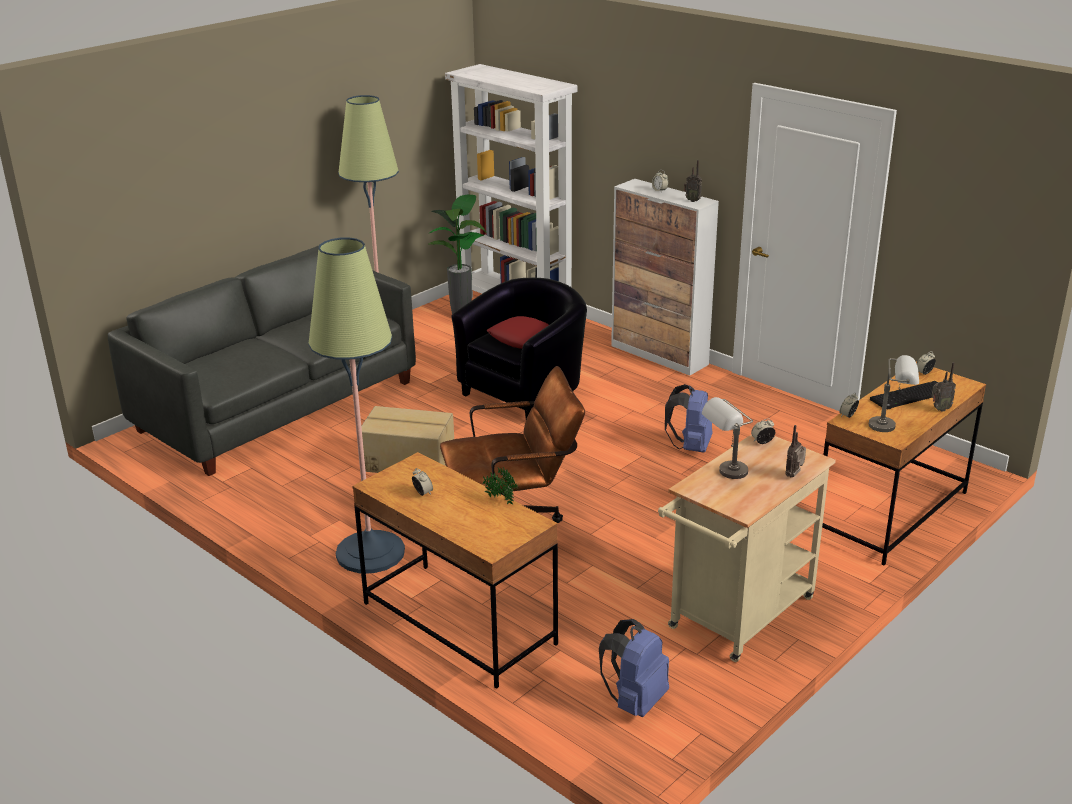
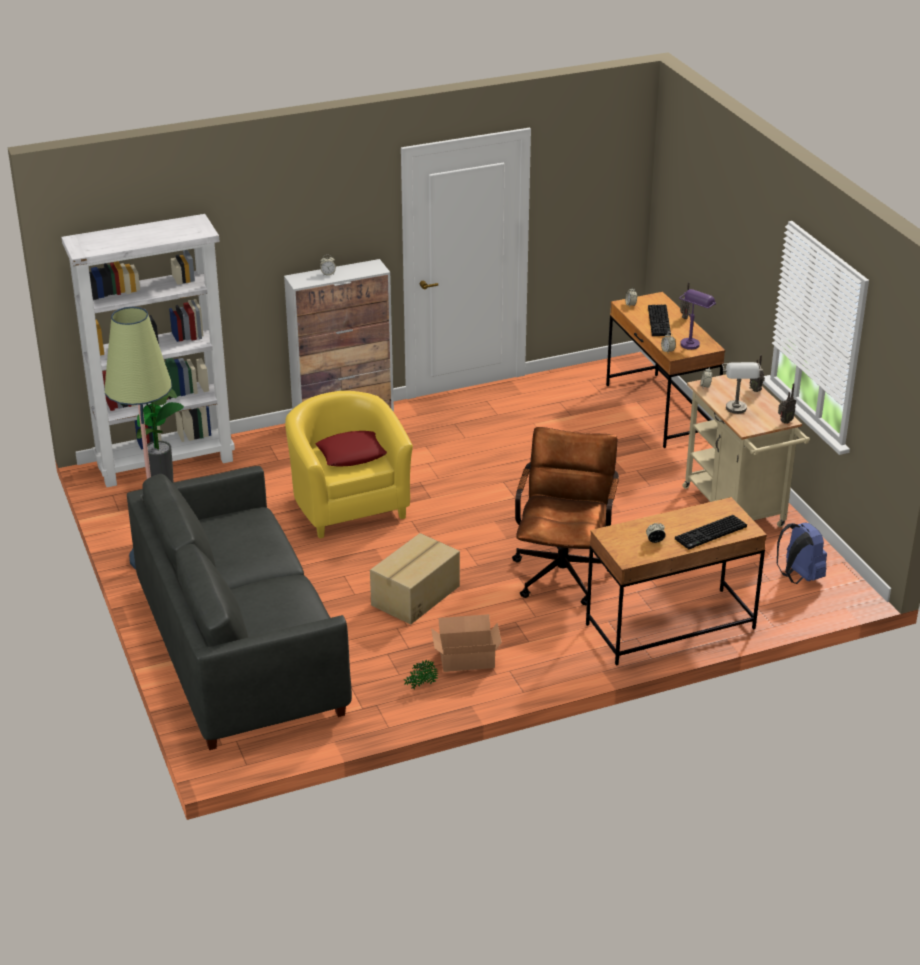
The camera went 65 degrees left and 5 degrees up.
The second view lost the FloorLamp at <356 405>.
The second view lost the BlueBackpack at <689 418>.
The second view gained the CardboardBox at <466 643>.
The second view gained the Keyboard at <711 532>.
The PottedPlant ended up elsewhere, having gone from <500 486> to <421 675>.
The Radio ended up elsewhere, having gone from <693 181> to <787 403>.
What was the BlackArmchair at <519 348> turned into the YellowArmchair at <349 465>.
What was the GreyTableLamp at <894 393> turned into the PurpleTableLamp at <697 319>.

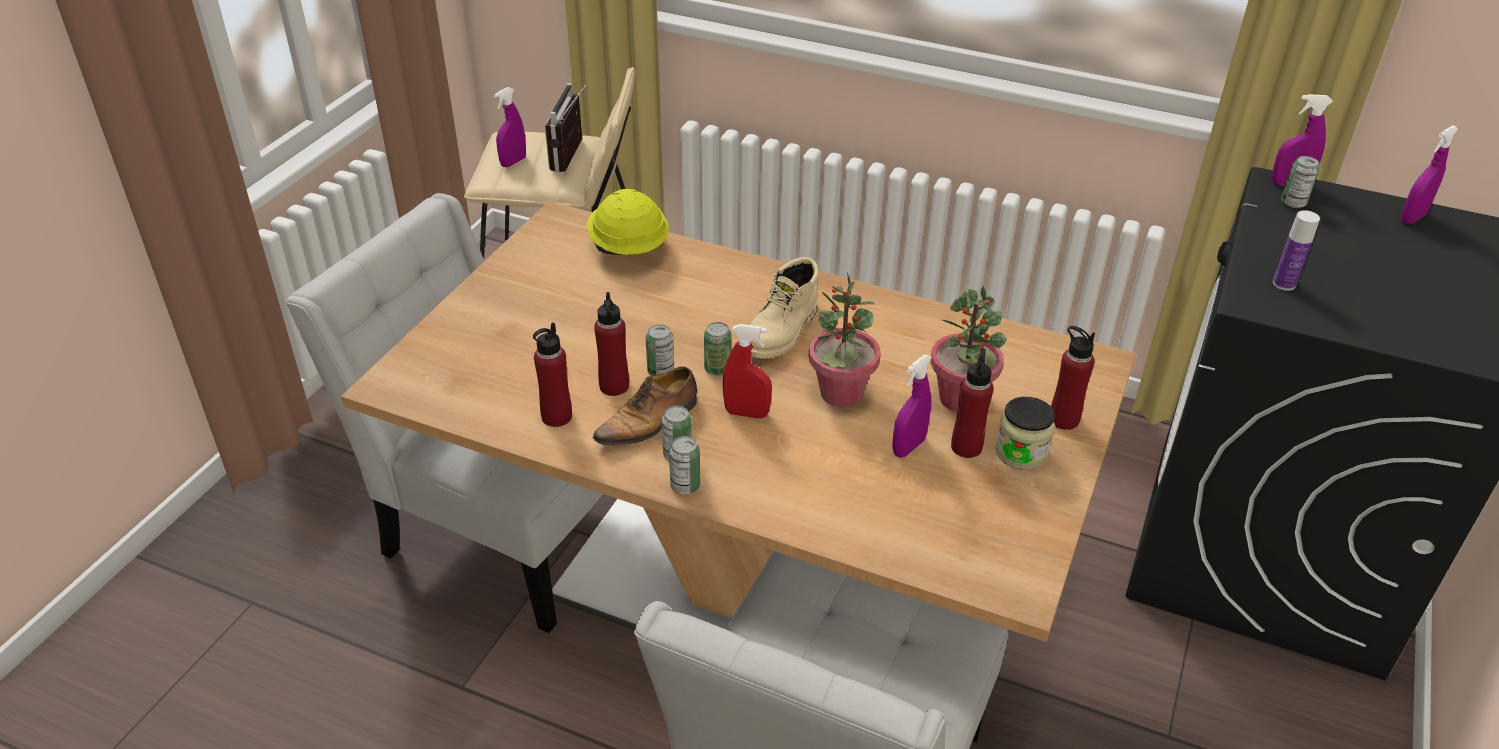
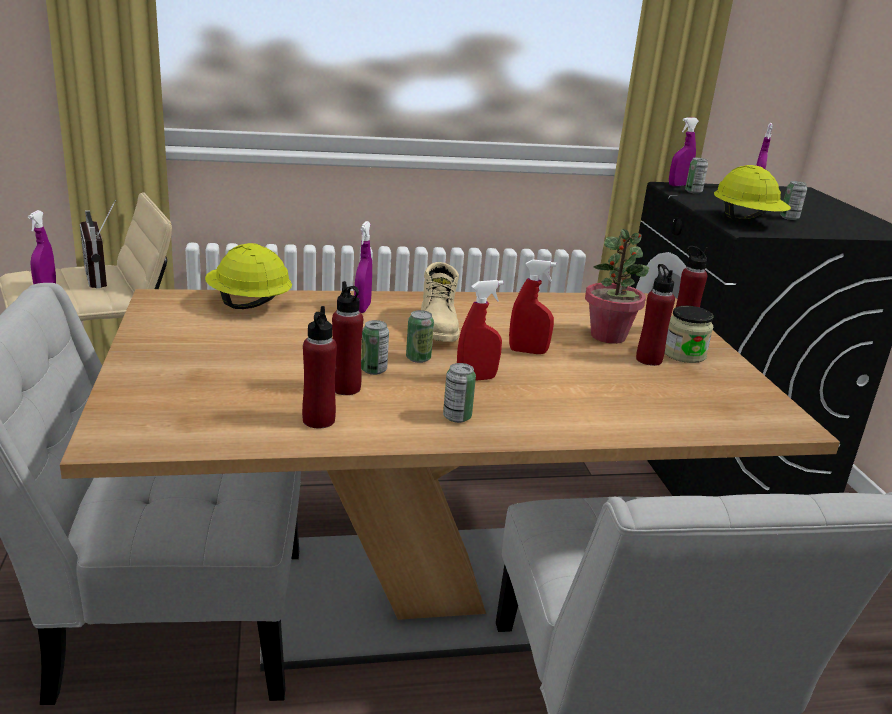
The camera went 35 degrees left and 15 degrees down.
The second view lost the Shoe at <644 409>.
The Can ended up elsewhere, having gone from <684 465> to <793 200>.
The PurpleSprayBottle ended up elsewhere, having gone from <912 406> to <363 267>.
Where the PottedPlant stood at <845 339>, the RedSprayBottle came to stand at <532 306>.
Where the Bottle stood at <1296 250>, the YellowHardHat came to stand at <752 193>.

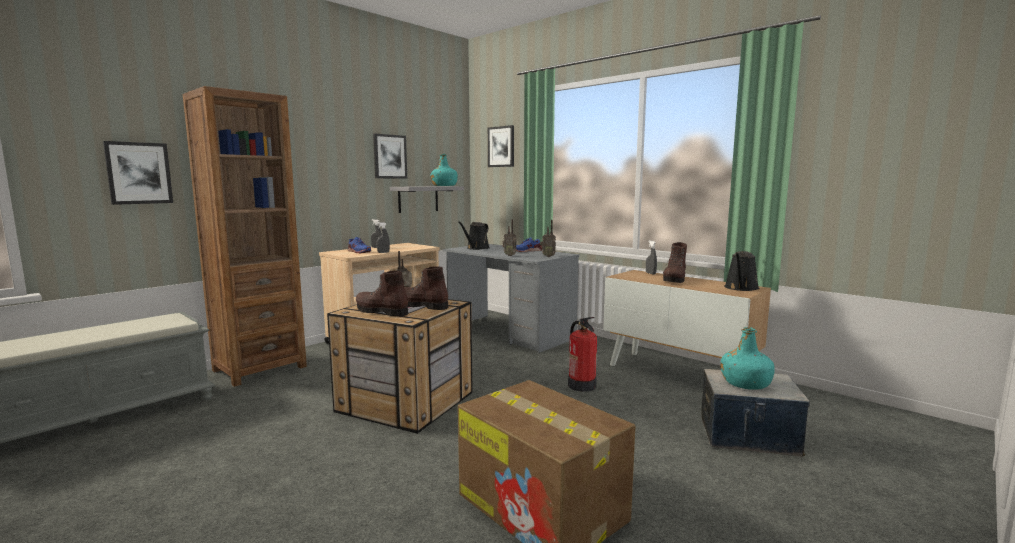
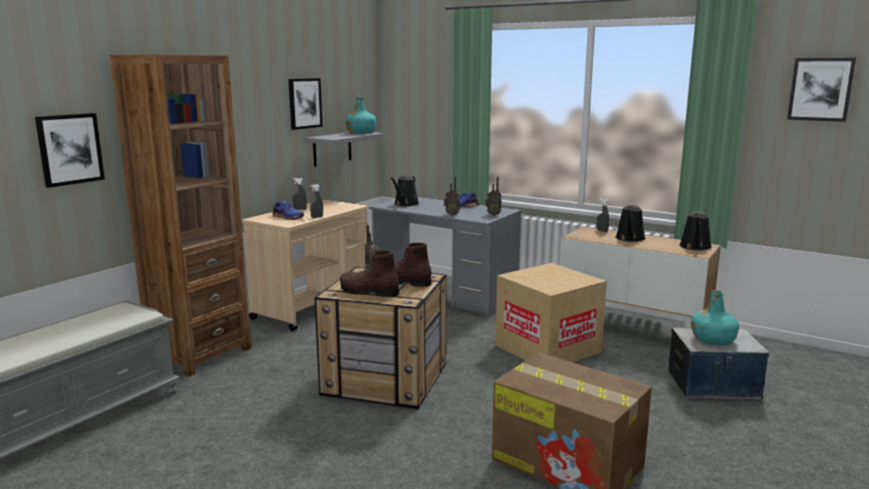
The camera went 10 degrees left and 5 degrees up.
The Picture ended up elsewhere, having gone from <501 146> to <821 90>.
Where the FireExtinguisher stood at <582 354>, the CardboardBox came to stand at <551 313>.
Where the BrownBoot stood at <675 262>, the BlackWateringCan came to stand at <630 223>.

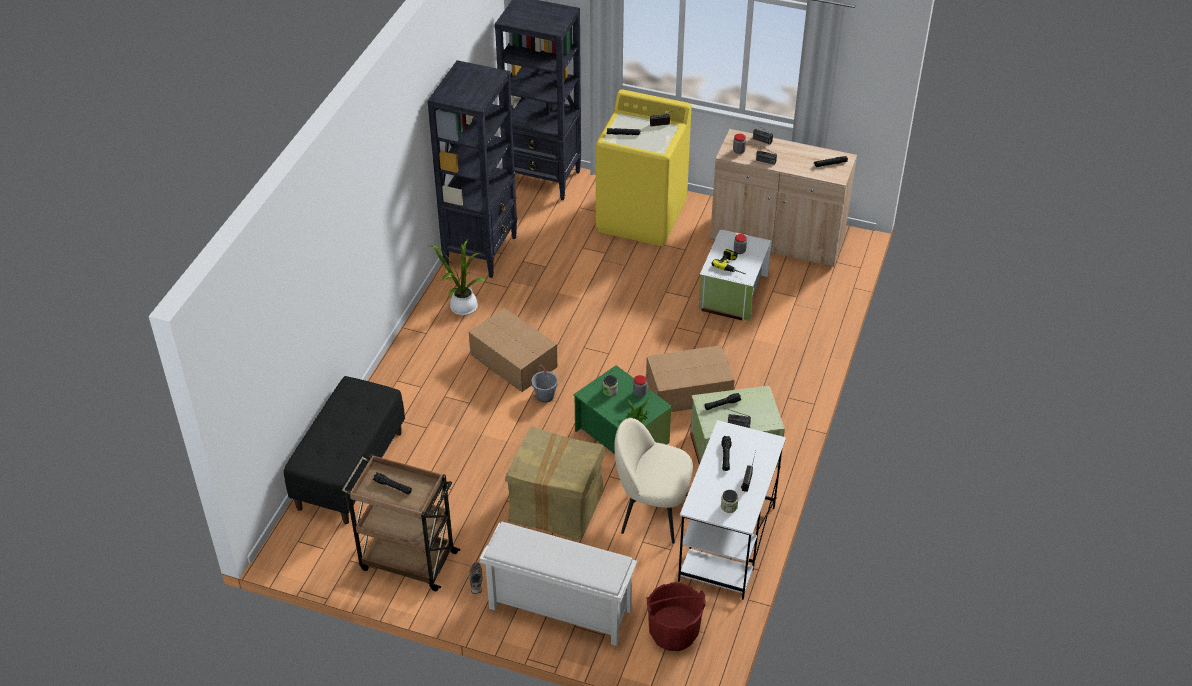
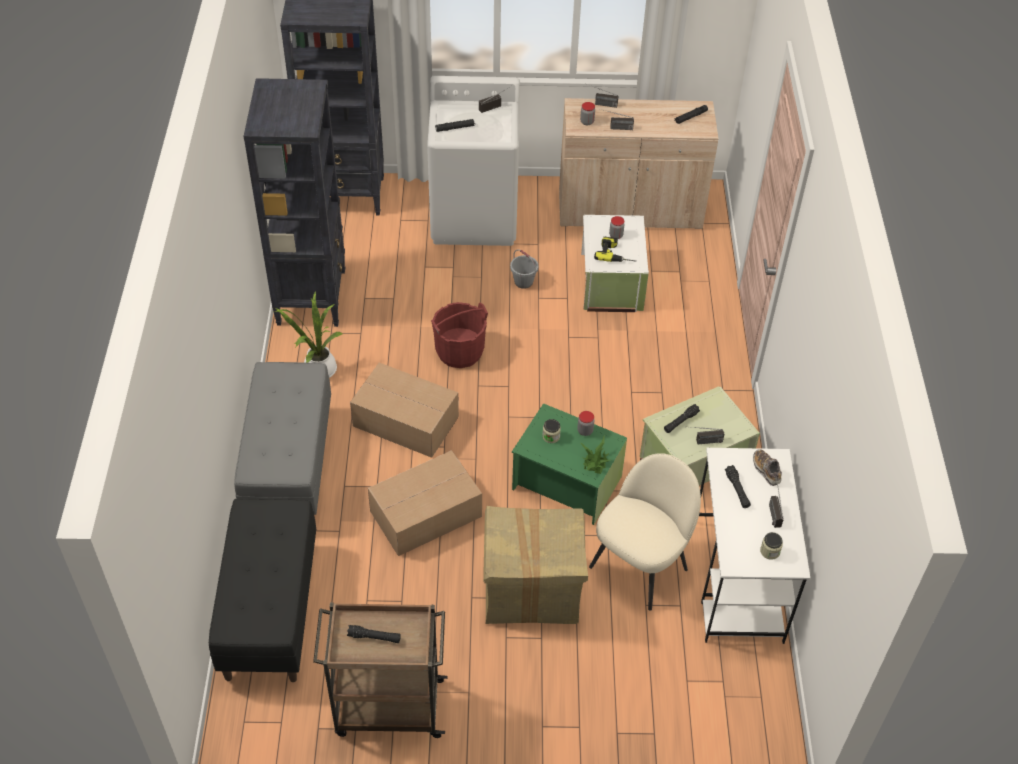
The camera went 20 degrees left and 5 degrees up.
The second view lost the WhiteShoeRack at <558 584>.
The second view gained the GreyBench at <282 438>.
The Shoe ended up elsewhere, having gone from <475 578> to <767 467>.
The GreyBucket ended up elsewhere, having gone from <545 383> to <524 269>.
The CardboardBox ended up elsewhere, having gone from <690 378> to <425 503>.
The RedBucket ended up elsewhere, having gone from <676 616> to <459 335>.
What was the YellowWashingMachine at <644 167> turned into the WhiteWashingMachine at <473 161>.
The BeigeChair at <654 481> ended up facing another way, 135 degrees clockwise from before.

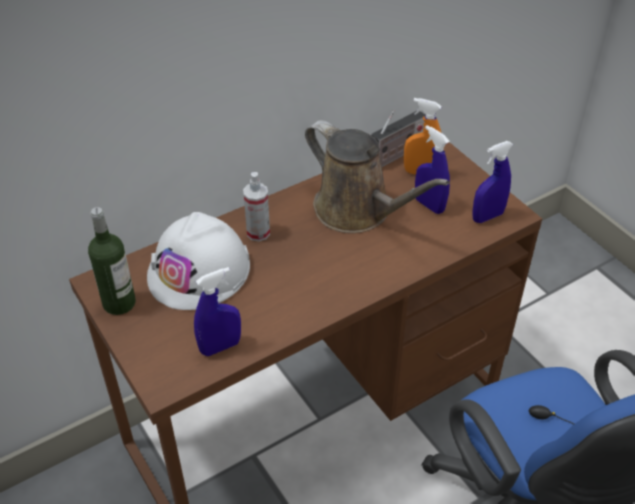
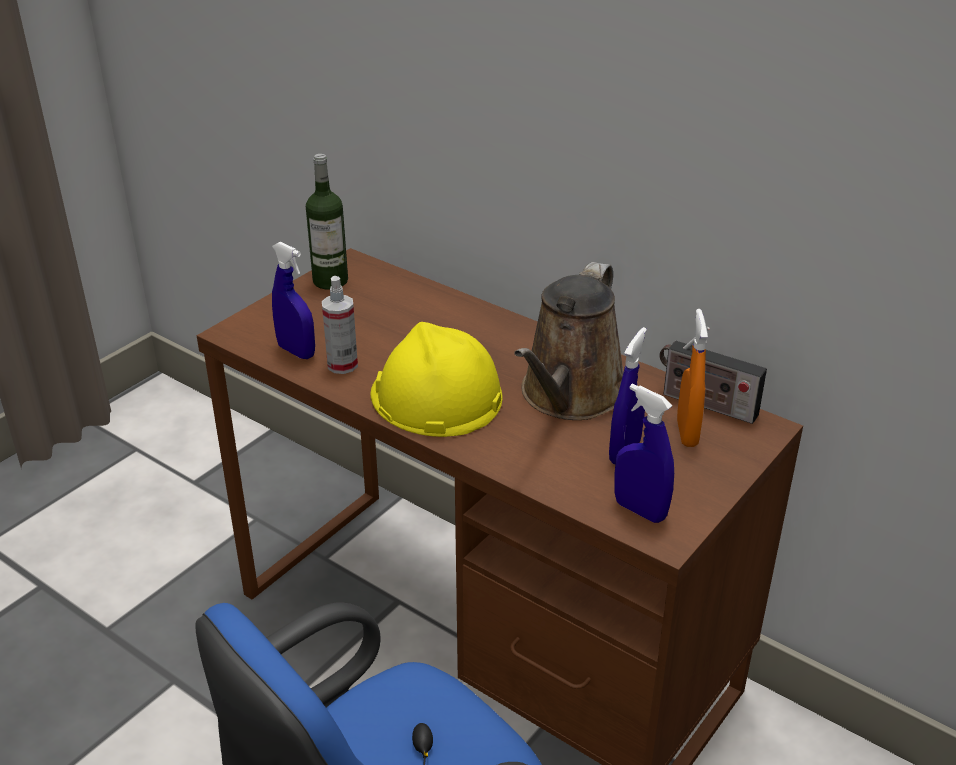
The camera went 70 degrees right and 10 degrees down.
The second view lost the WhiteHardHat at <198 261>.
The second view gained the YellowHardHat at <437 379>.
The SprayBottle ended up elsewhere, having gone from <256 206> to <340 325>.

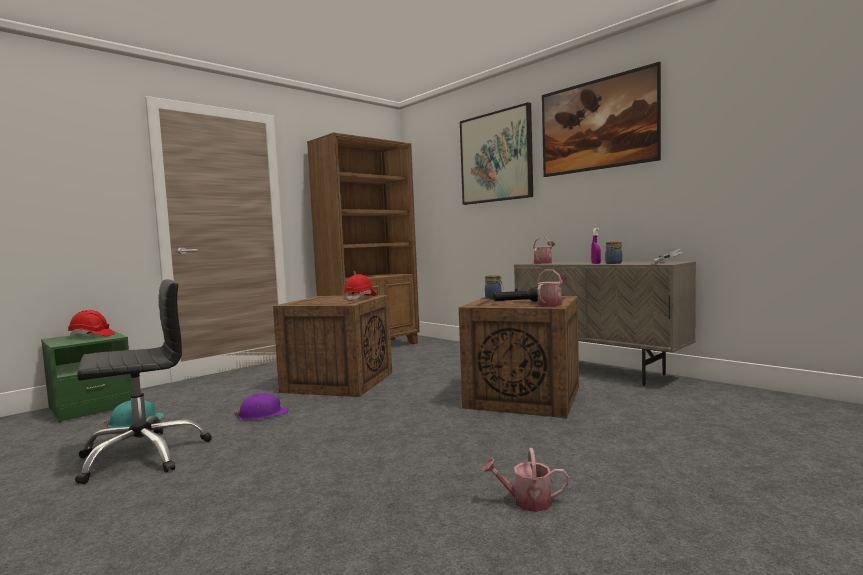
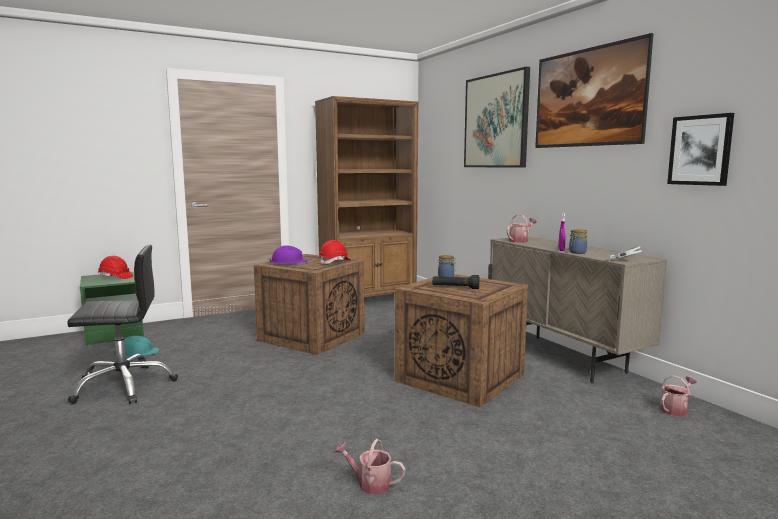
The camera went 15 degrees right and 5 degrees up.
The second view gained the Picture at <700 149>.
The PurpleHardHat ended up elsewhere, having gone from <262 406> to <288 255>.
The WateringCan ended up elsewhere, having gone from <552 288> to <678 396>.

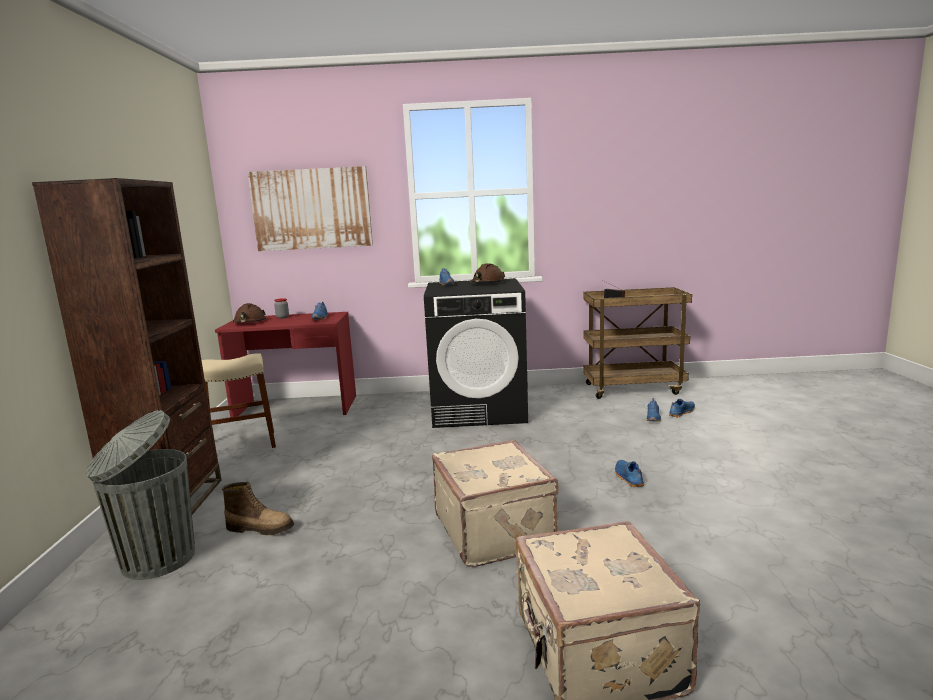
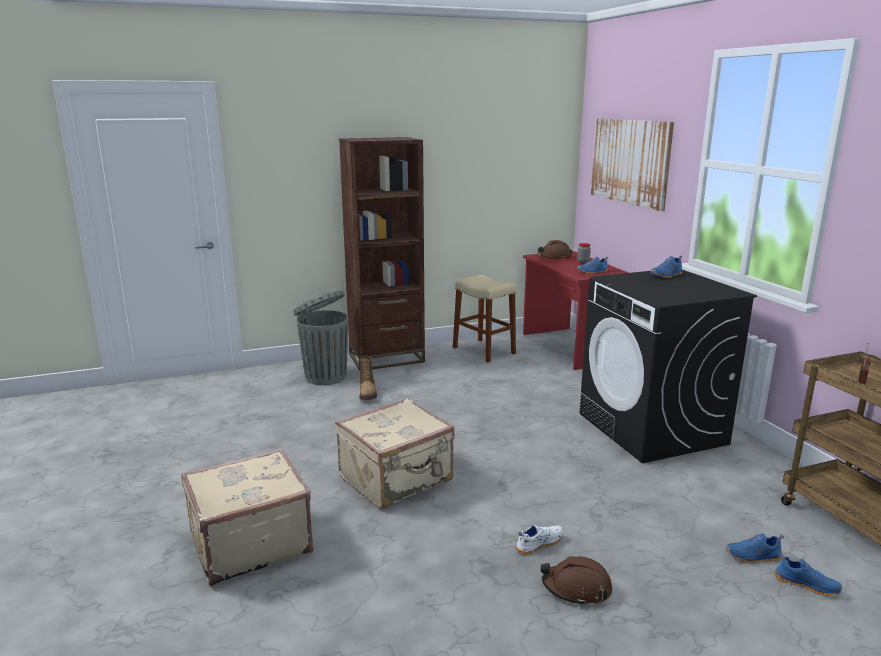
The camera went 70 degrees right and 5 degrees up.
The BrownHardHat ended up elsewhere, having gone from <488 273> to <576 581>.
What was the BlueShoe at <629 473> turned into the WhiteShoe at <539 540>.

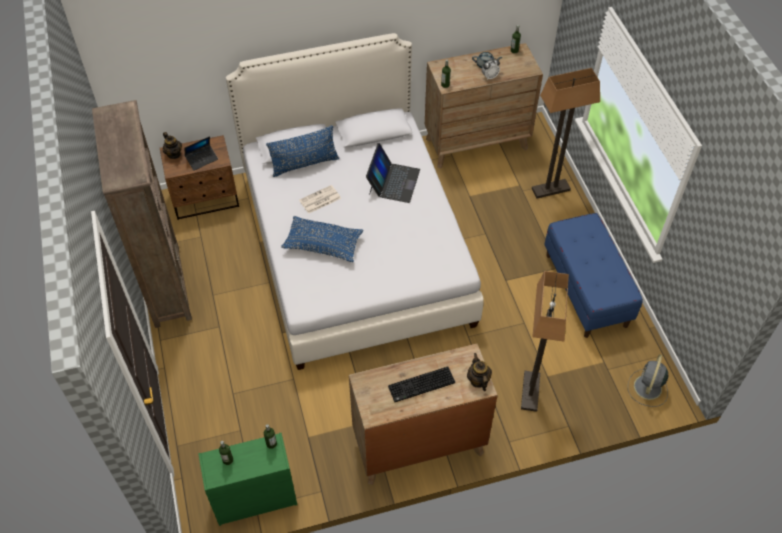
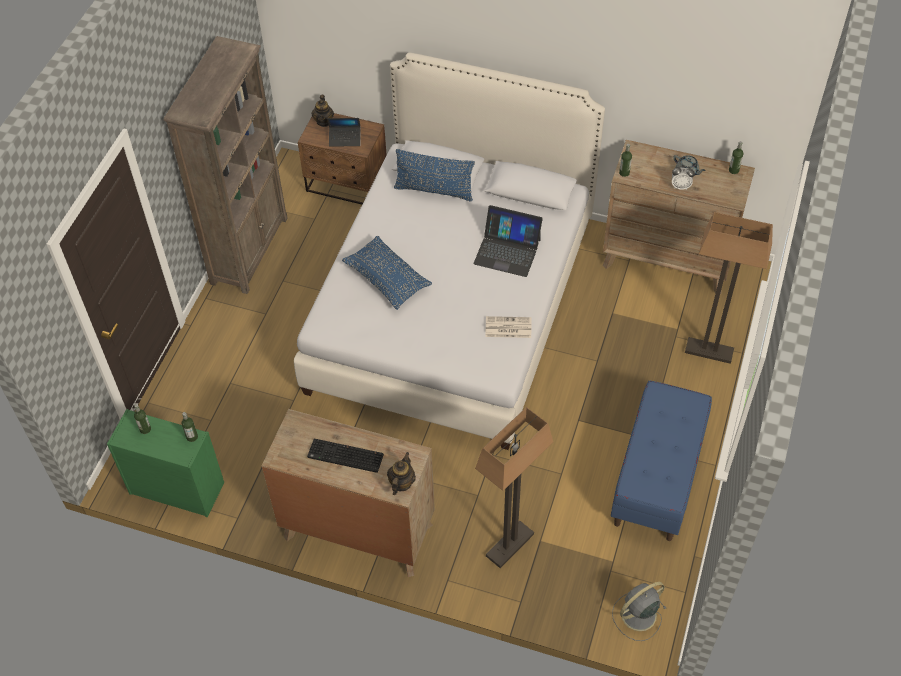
The camera went 35 degrees right and 0 degrees up.
The Newspaper ended up elsewhere, having gone from <320 199> to <508 327>.
The Laptop at <393 173> ended up facing another way, 60 degrees clockwise from before.

